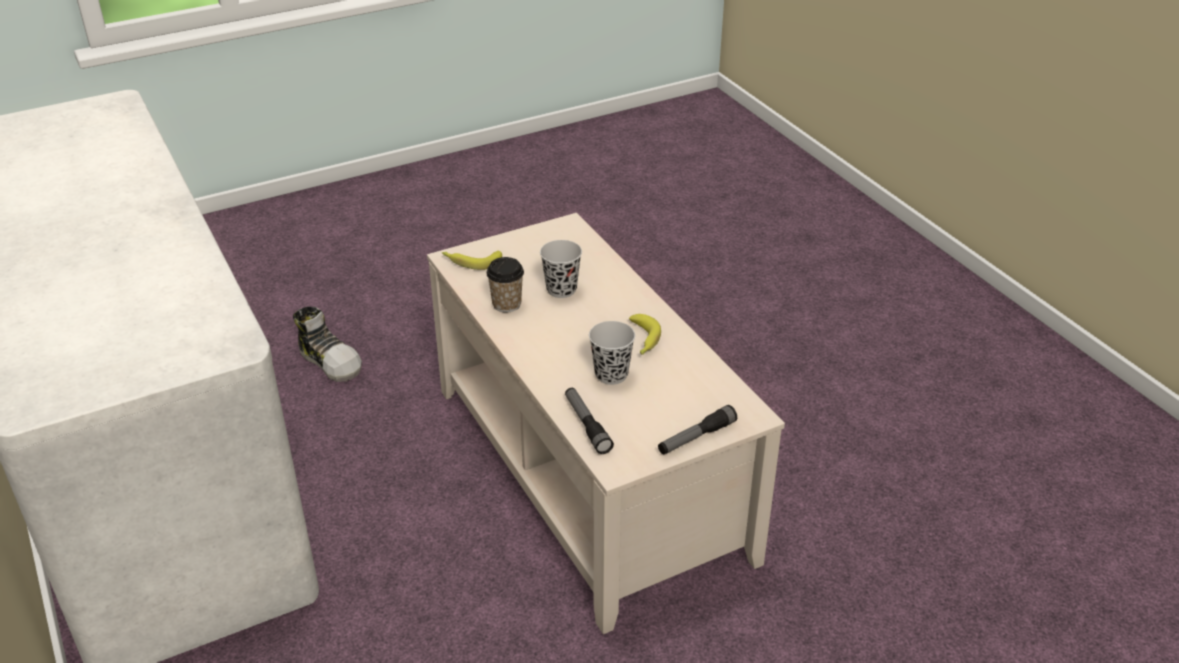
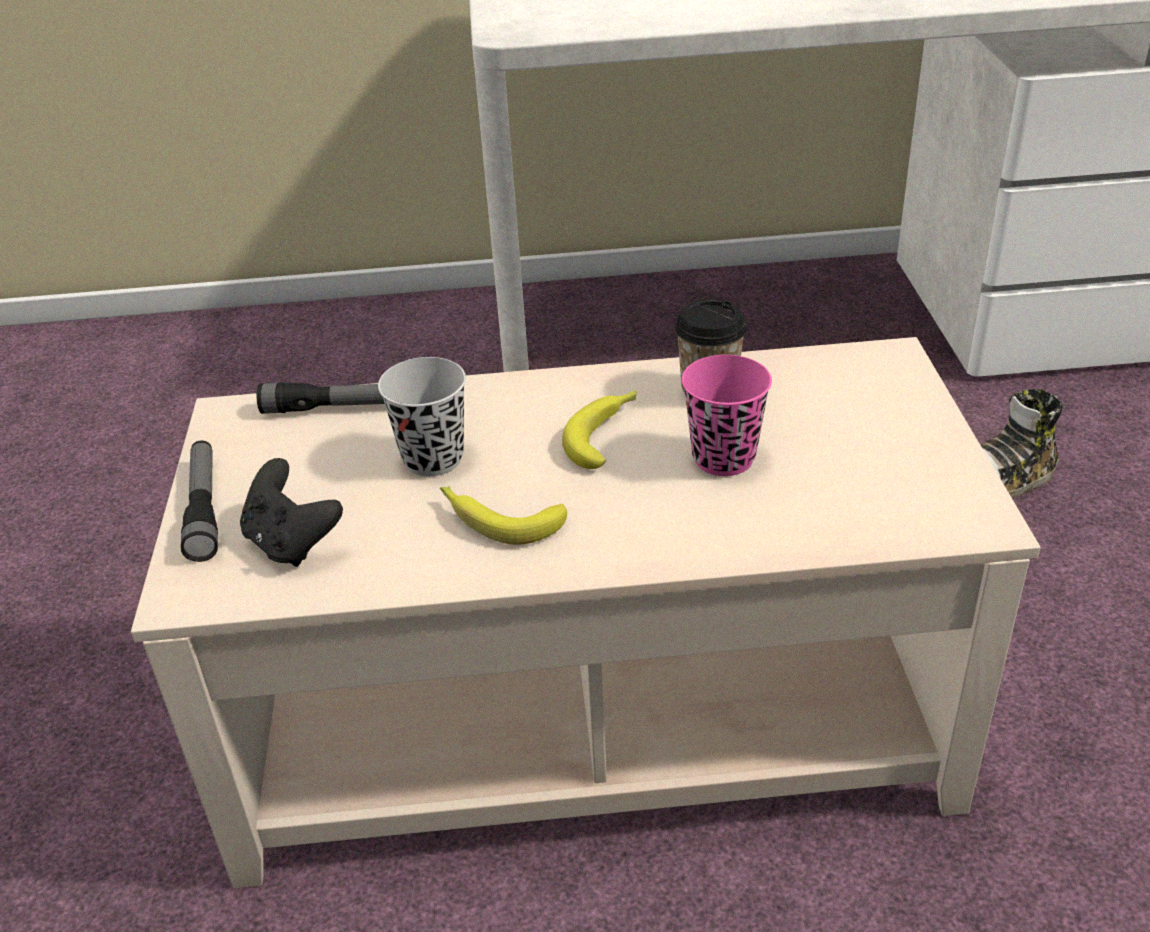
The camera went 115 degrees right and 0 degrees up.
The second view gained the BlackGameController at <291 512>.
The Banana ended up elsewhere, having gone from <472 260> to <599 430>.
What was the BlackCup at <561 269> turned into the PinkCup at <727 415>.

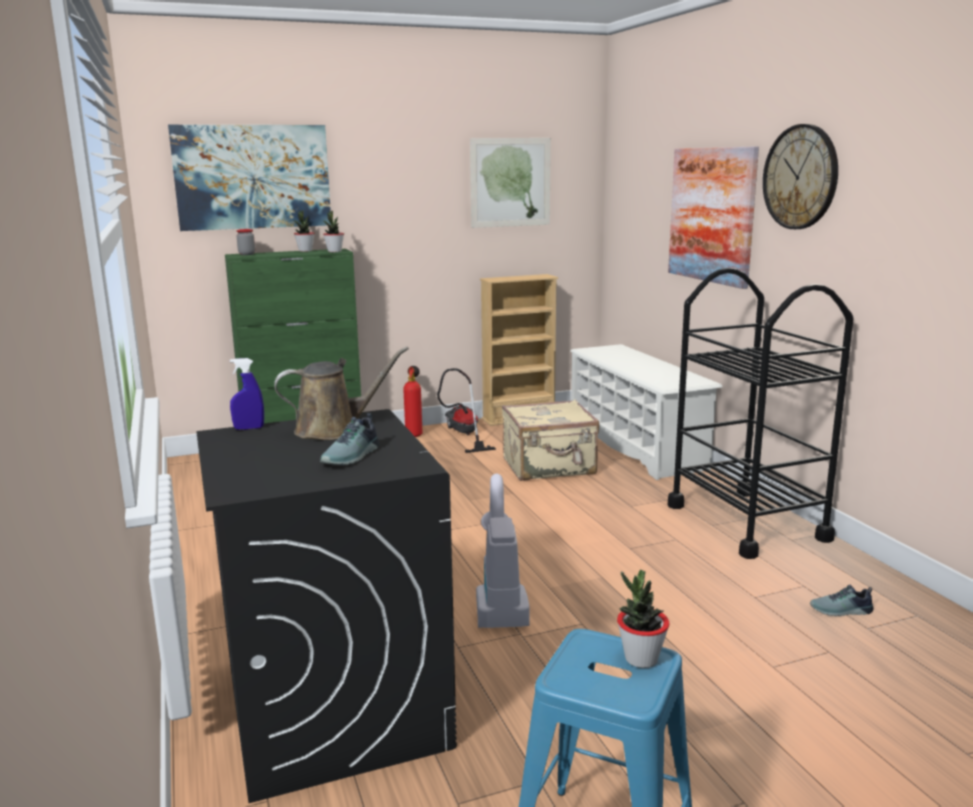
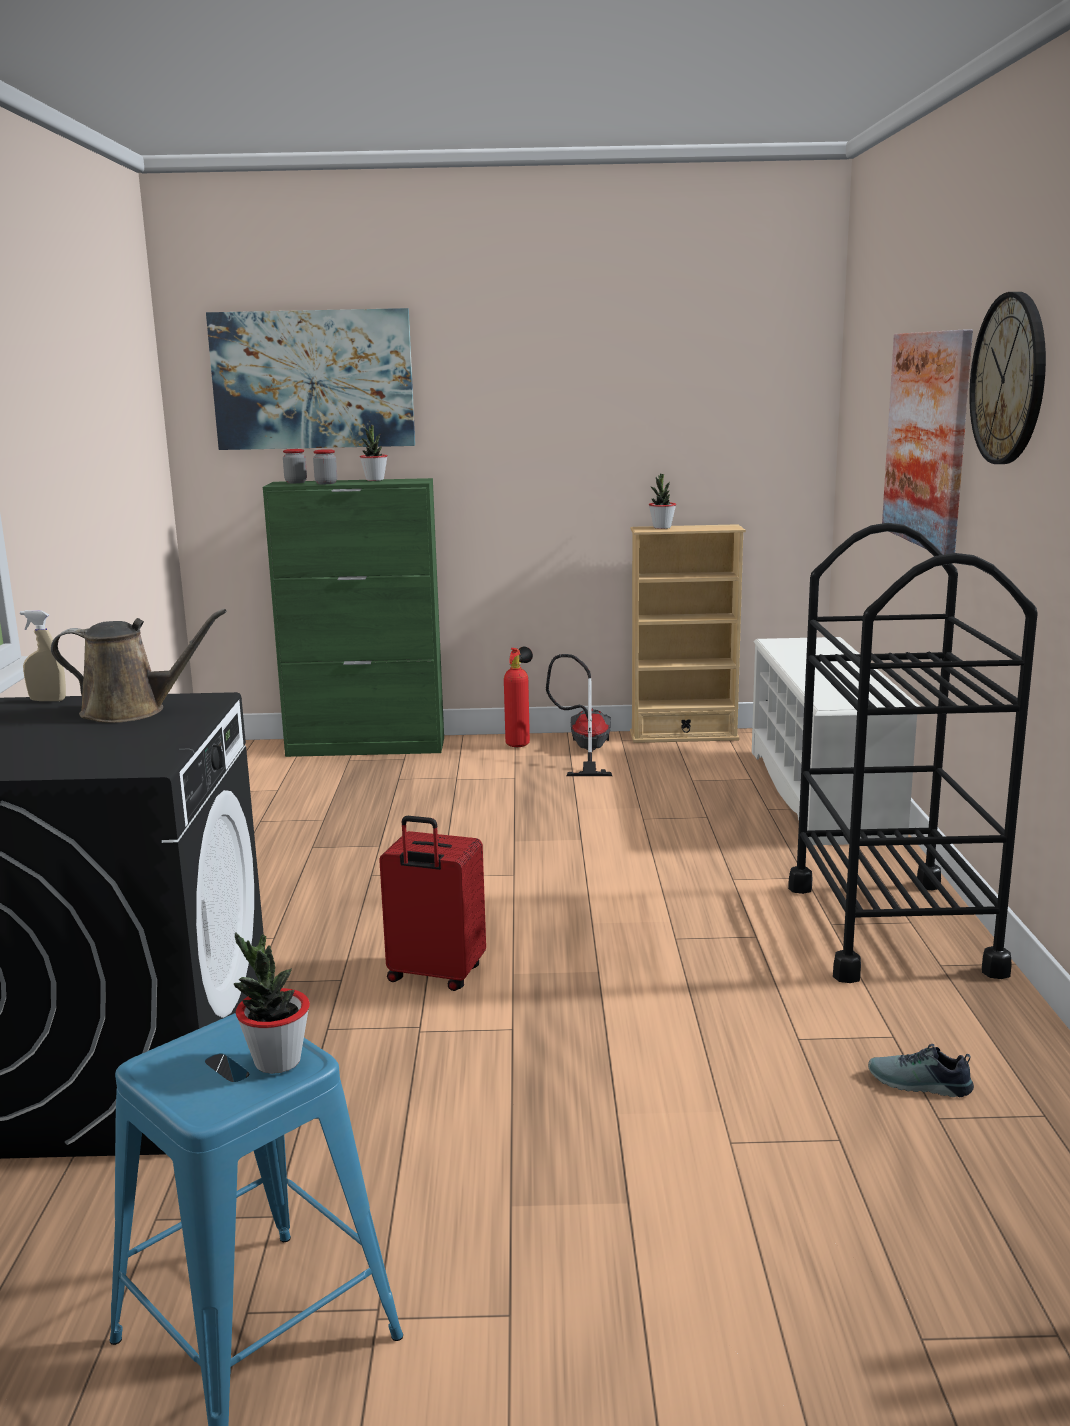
The camera went 20 degrees right and 0 degrees up.
The second view lost the Shoe at <349 439>.
The second view lost the Picture at <510 183>.
The second view lost the BeigeSuitcase at <550 440>.
The second view gained the Jar at <325 466>.
The PottedPlant ended up elsewhere, having gone from <333 231> to <662 501>.
Where the VacuumCleaner stood at <503 551>, the RedSuitcase came to stand at <432 903>.
What was the BlueSprayBottle at <247 394> turned into the BeigeSprayBottle at <43 655>.

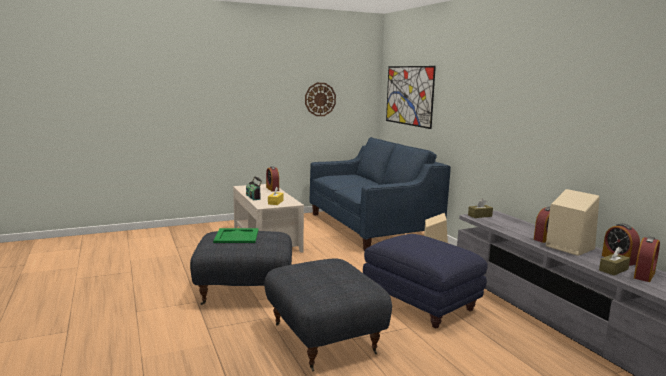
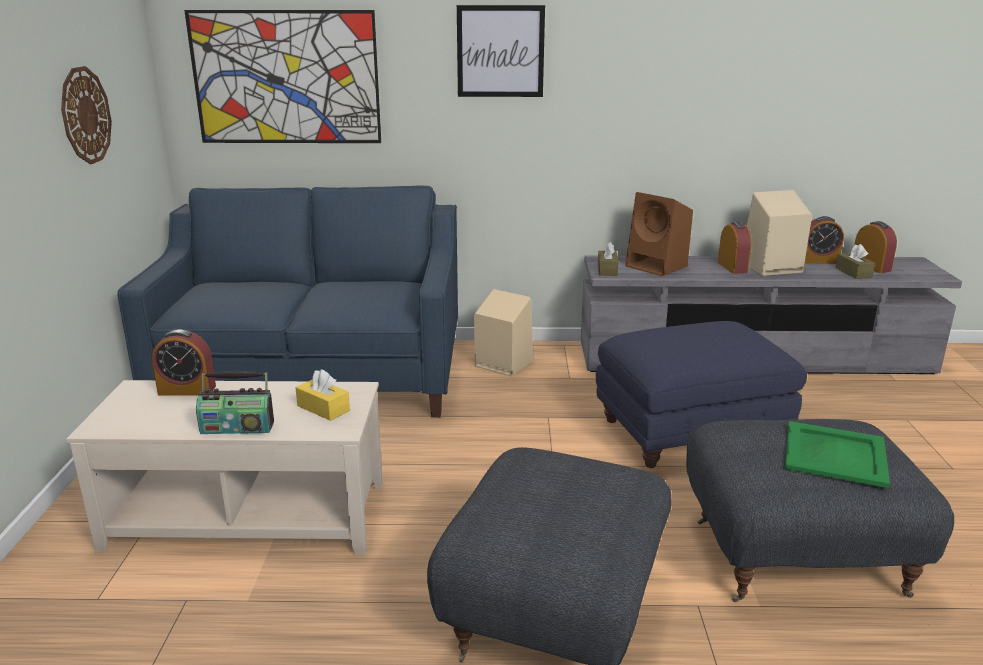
The camera went 65 degrees left and 10 degrees up.
The second view gained the Picture at <501 51>.
The second view gained the BrownSpeaker at <659 234>.
The GreenTray ended up elsewhere, having gone from <236 235> to <837 454>.

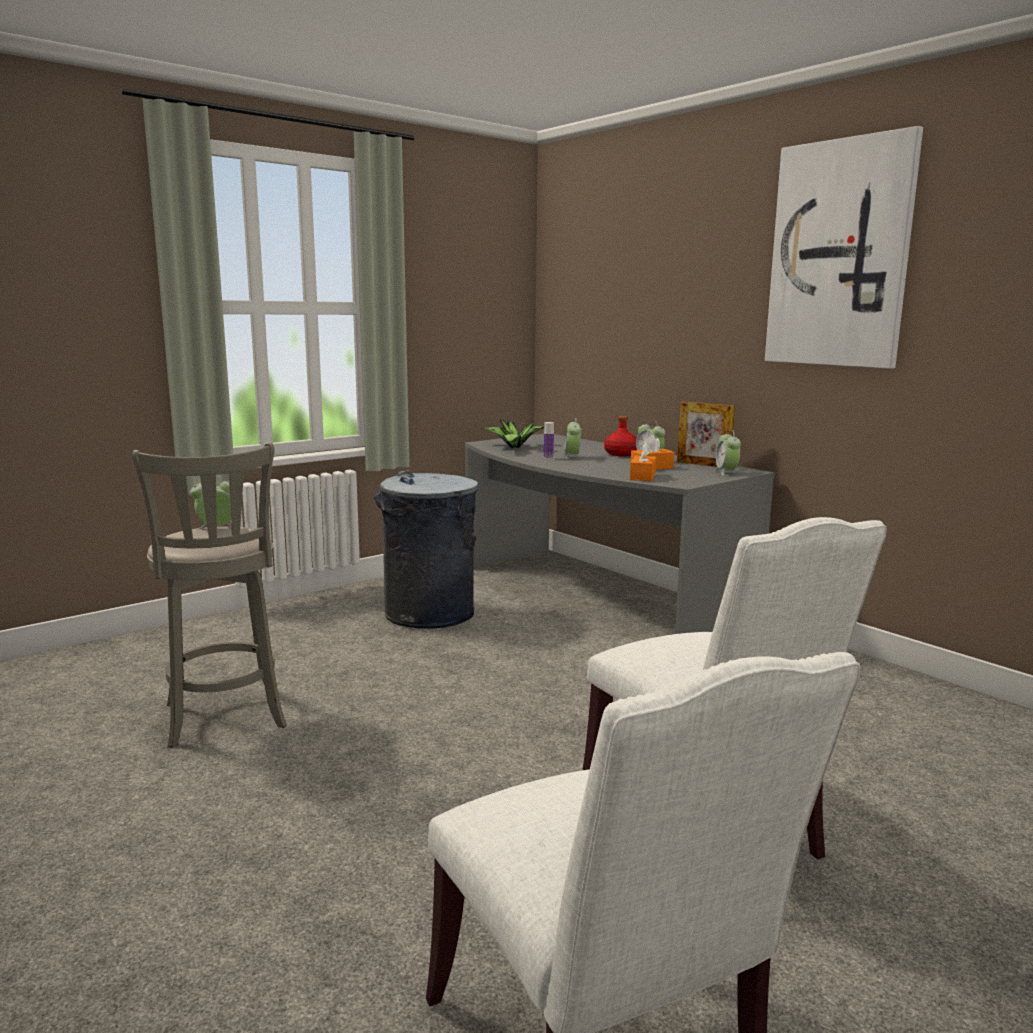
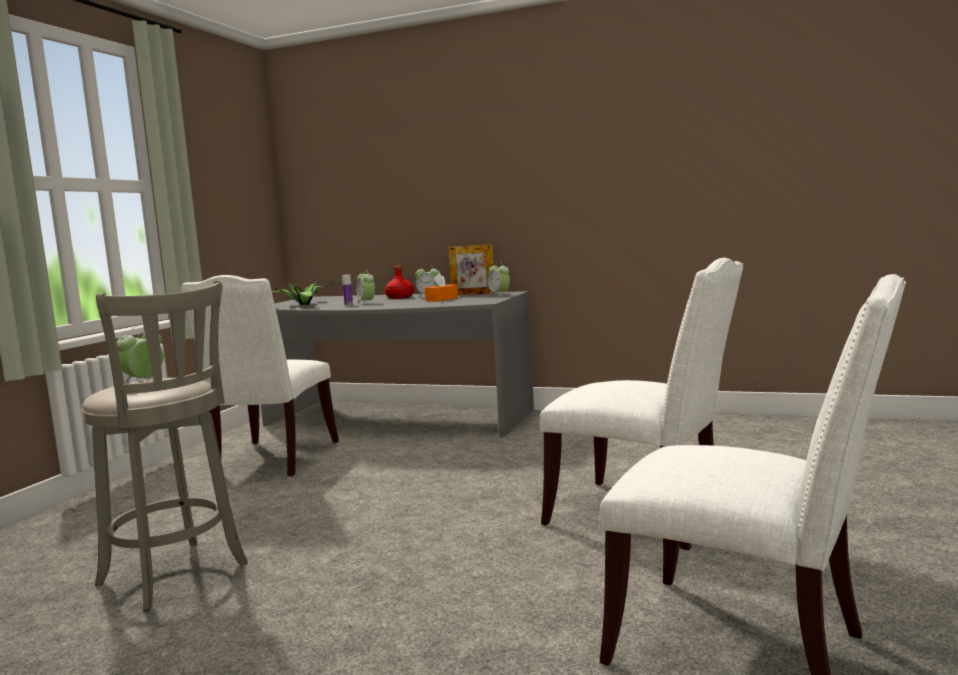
The camera went 30 degrees left and 5 degrees down.
The second view lost the OrangeTissueBox at <643 462>.
The second view lost the Picture at <844 247>.
Where the GreyTrashCan stood at <426 549>, the WhiteChair came to stand at <260 375>.

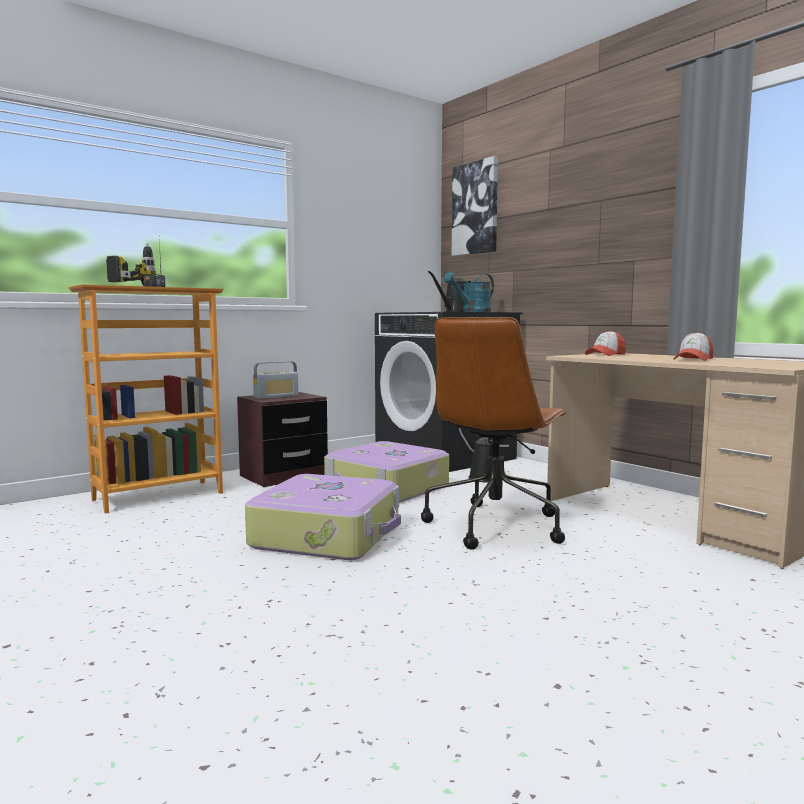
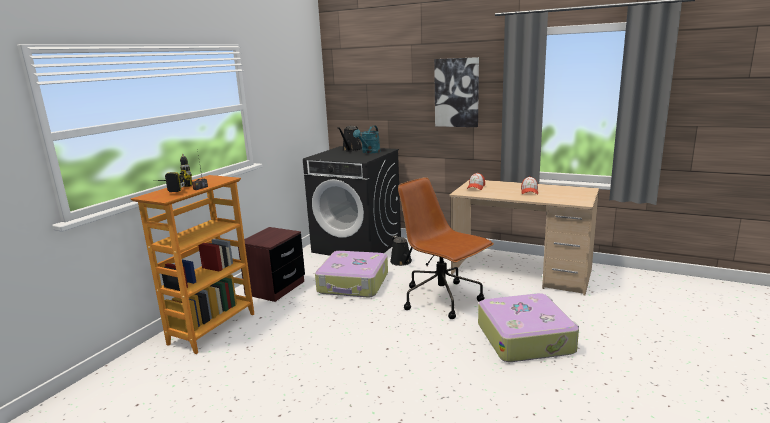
The camera went 25 degrees left and 10 degrees up.
The second view lost the Radio at <275 380>.
The Suitcase ended up elsewhere, having gone from <323 517> to <528 327>.
The Picture ended up elsewhere, having gone from <475 206> to <456 92>.
The BrownOfficeChair at <494 433> ended up facing another way, 135 degrees clockwise from before.

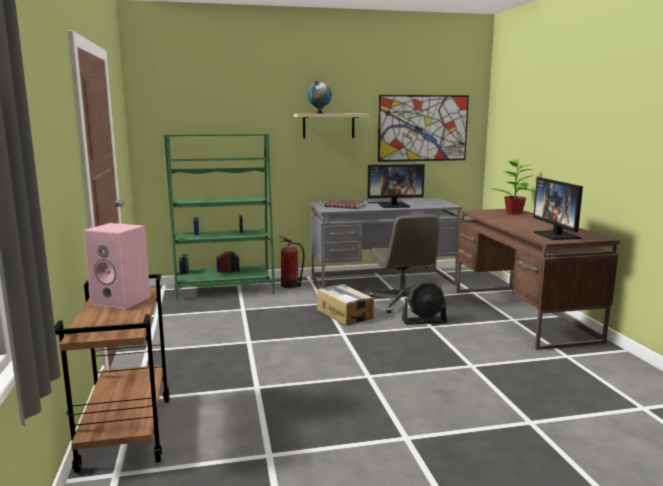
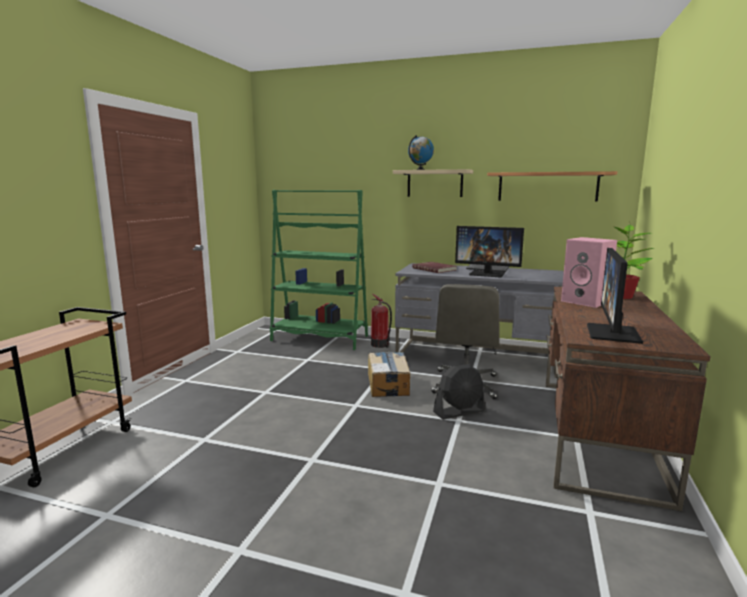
The camera went 30 degrees right and 0 degrees up.
The PinkSpeaker ended up elsewhere, having gone from <116 266> to <589 272>.
Where the Picture hung at <423 128>, the Shelf came to hang at <552 186>.
The BlackFan at <424 303> ended up facing another way, 45 degrees counterclockwise from before.

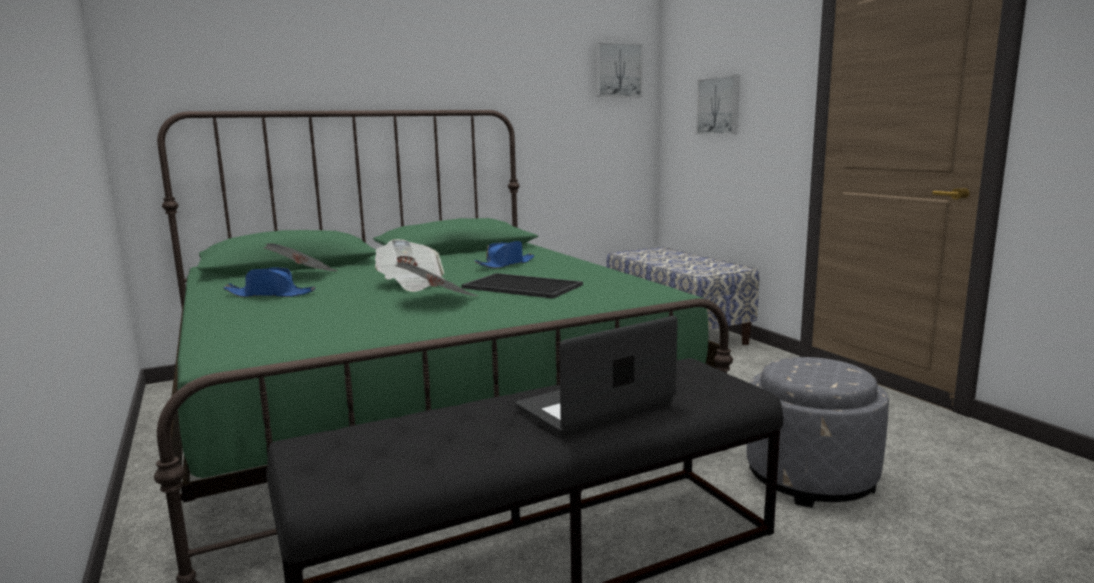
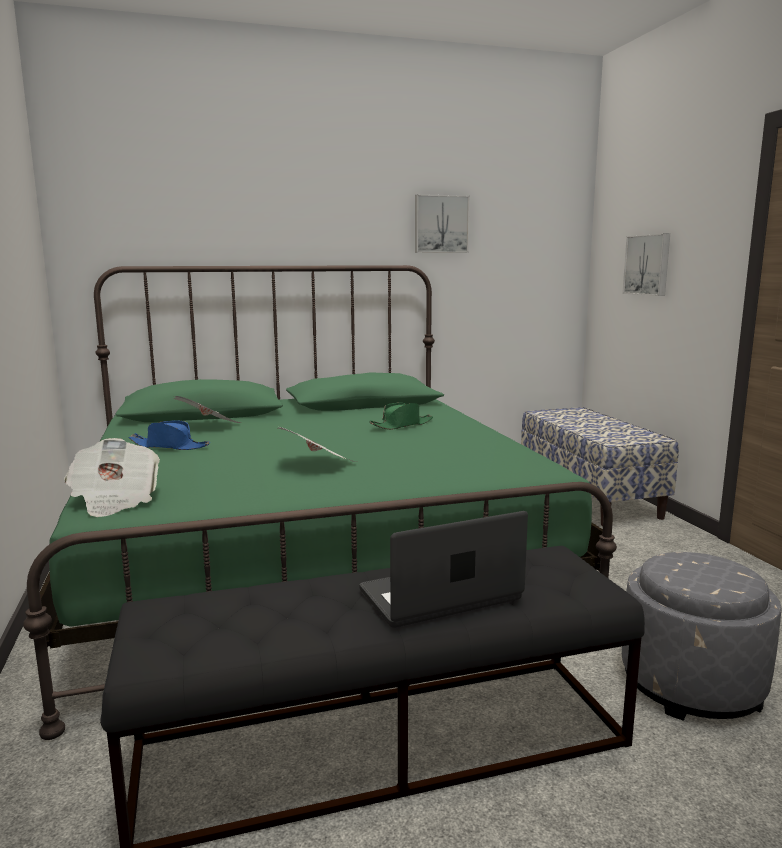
The camera went 10 degrees right and 0 degrees up.
The second view lost the Tray at <522 286>.
The Newspaper ended up elsewhere, having gone from <409 265> to <112 477>.
The Picture ended up elsewhere, having gone from <619 69> to <442 223>.
What was the BlueHat at <505 254> turned into the GreenHat at <401 416>.

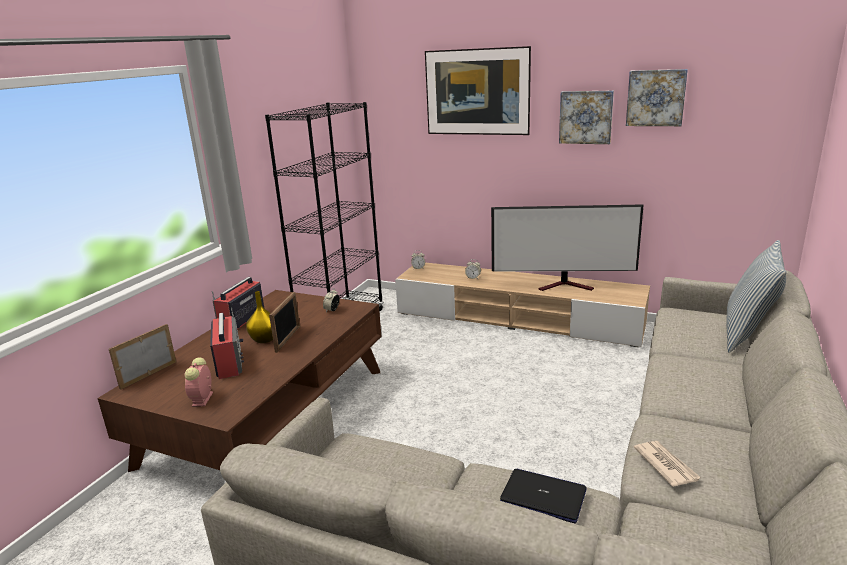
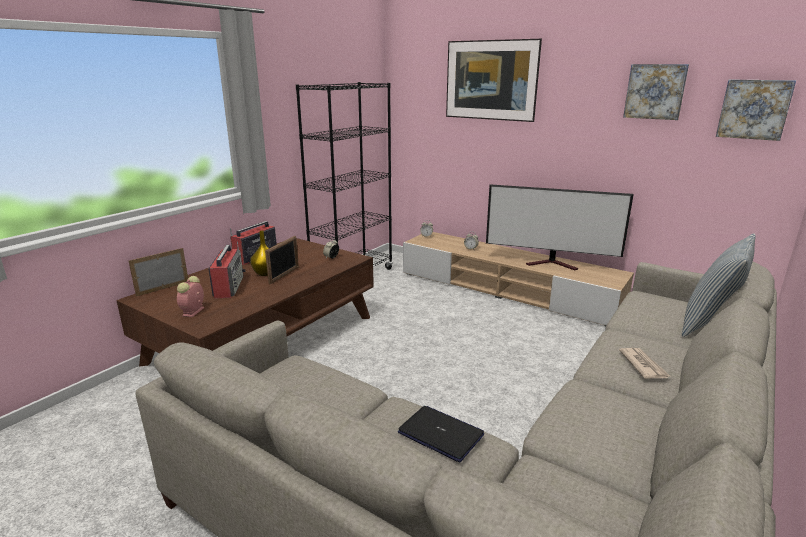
The camera went 10 degrees right and 0 degrees up.
The Picture ended up elsewhere, having gone from <586 117> to <756 110>.
The Newspaper ended up elsewhere, having gone from <667 464> to <644 363>.

